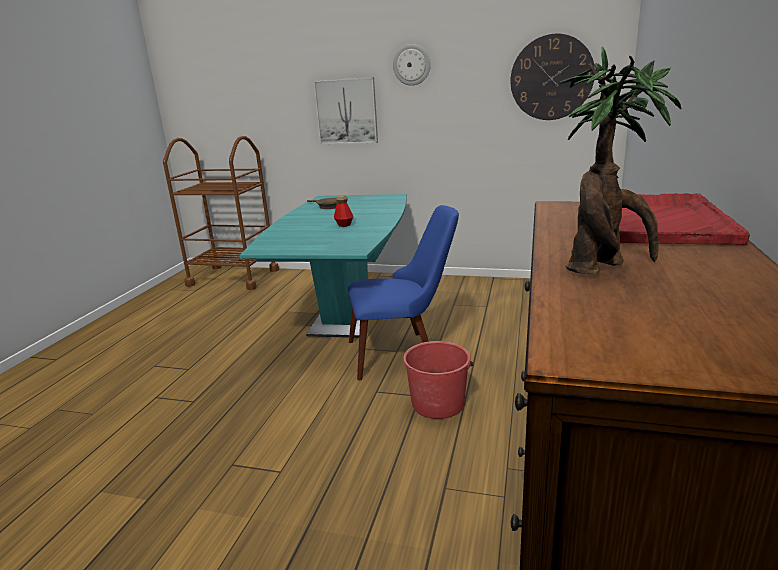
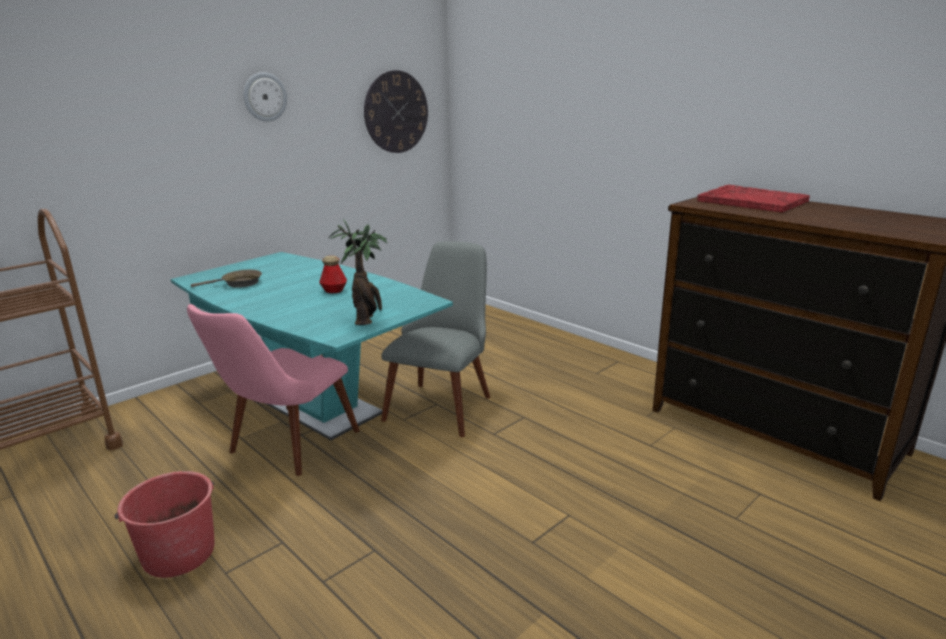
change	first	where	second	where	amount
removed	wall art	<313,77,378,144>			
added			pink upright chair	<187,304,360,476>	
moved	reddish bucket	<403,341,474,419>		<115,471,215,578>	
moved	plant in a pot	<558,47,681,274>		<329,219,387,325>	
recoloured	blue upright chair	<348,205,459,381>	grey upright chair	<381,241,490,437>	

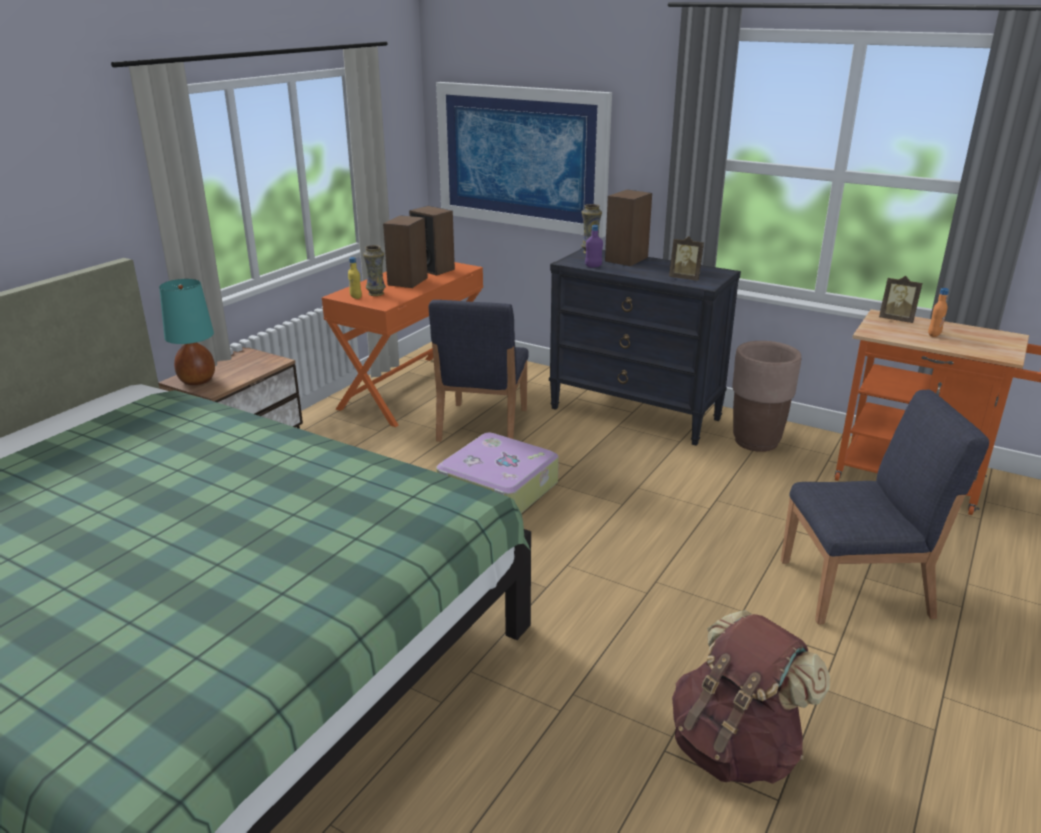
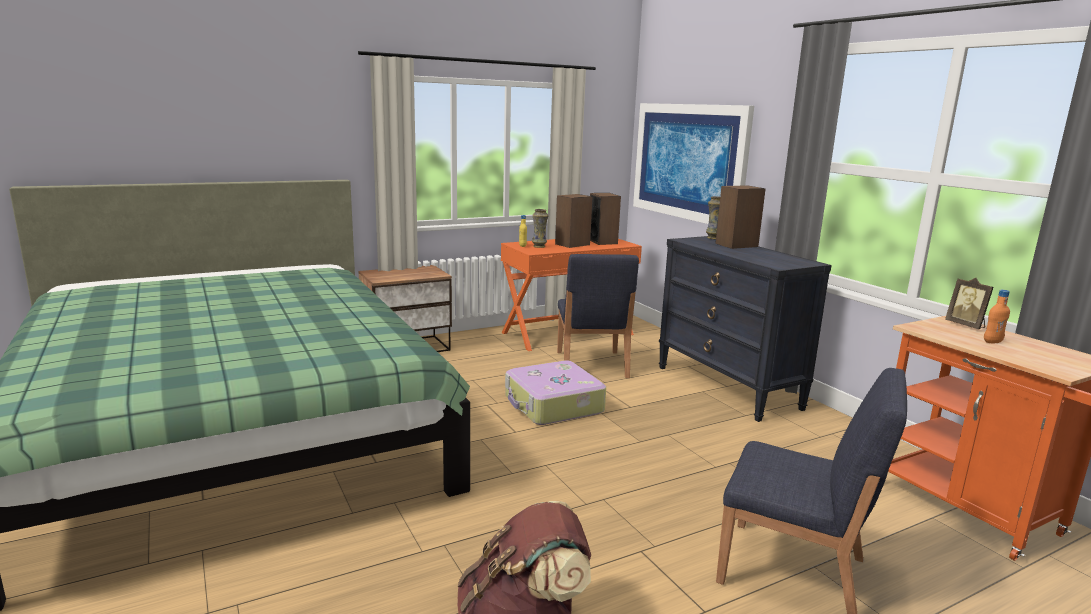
change	first	where	second	where	amount
removed	turquoise-coloured lamp for a table	<159,279,215,385>			
removed	purplish drink bottle	<585,225,603,267>			
removed	standing frame	<669,236,704,281>			
removed	brown-coloured plant pot	<732,341,801,452>			
turned	blue upright chair	<429,300,529,442>		<557,254,639,378>	45 degrees counterclockwise

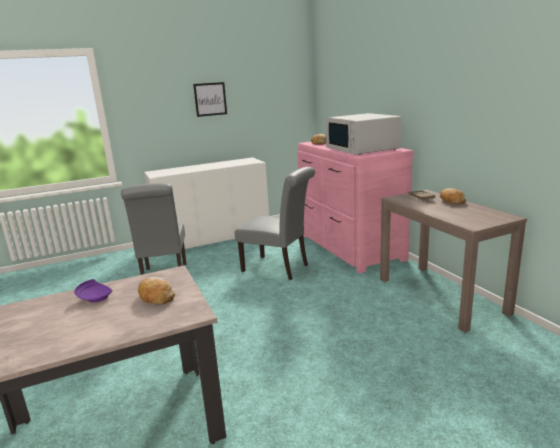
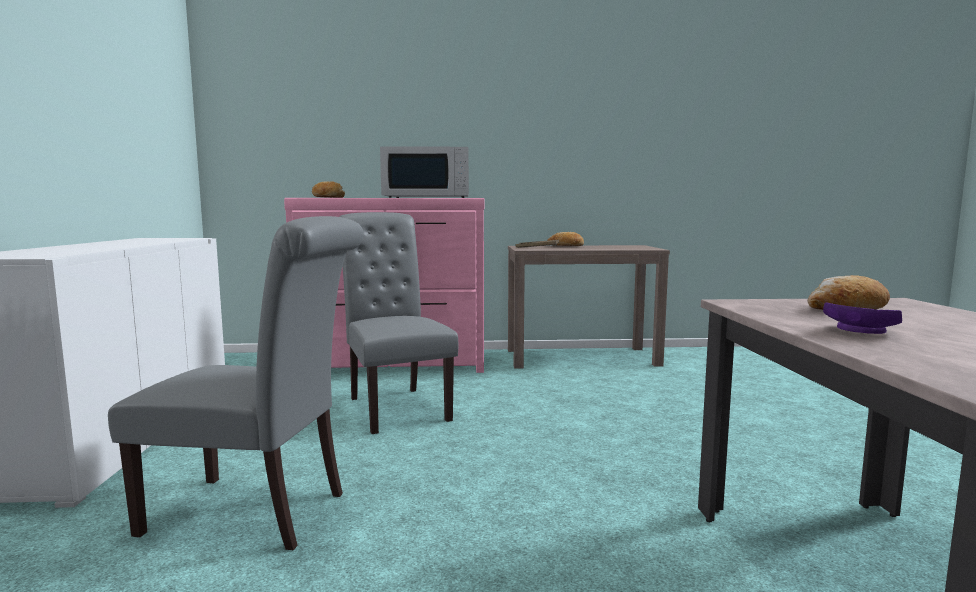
change	first	where	second	where	amount
removed	wall art	<193,82,227,117>			
turned	grey upright chair	<235,167,315,280>		<339,212,458,434>	75 degrees counterclockwise

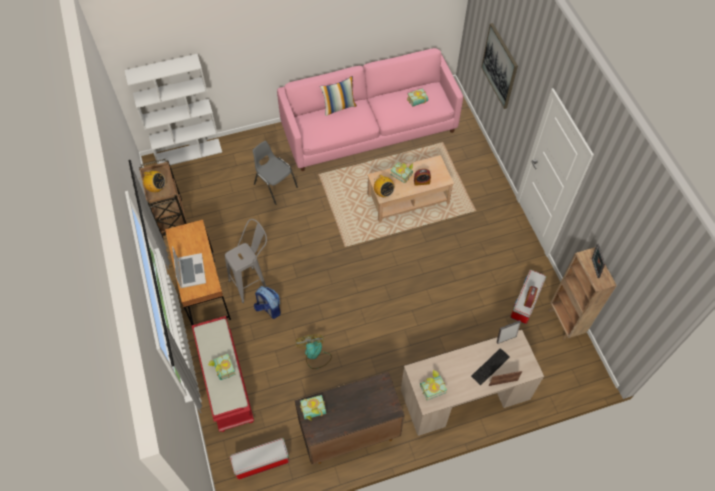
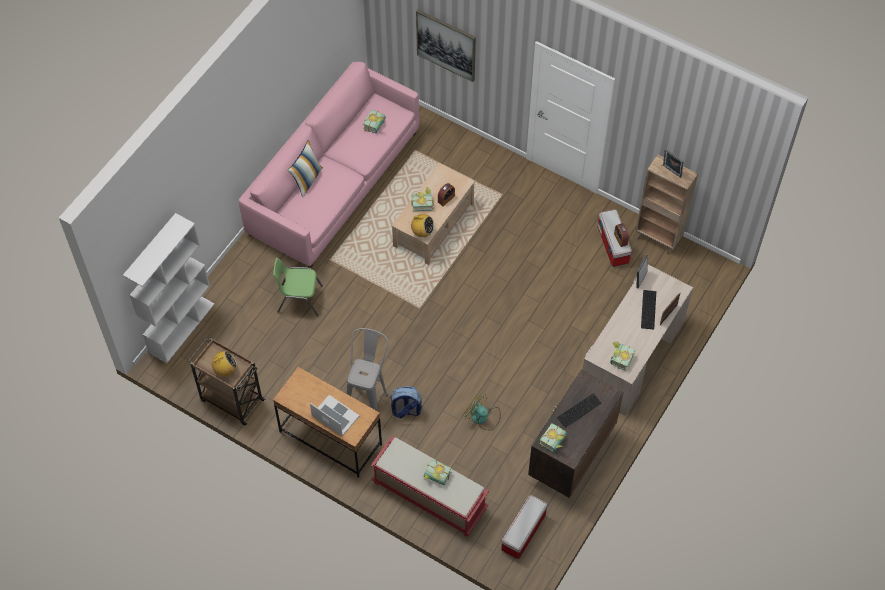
change	first	where	second	where	amount
added			keyboard	<557,394,602,428>	
recoloured	grey upright chair	<253,141,298,205>	green upright chair	<273,258,323,316>	

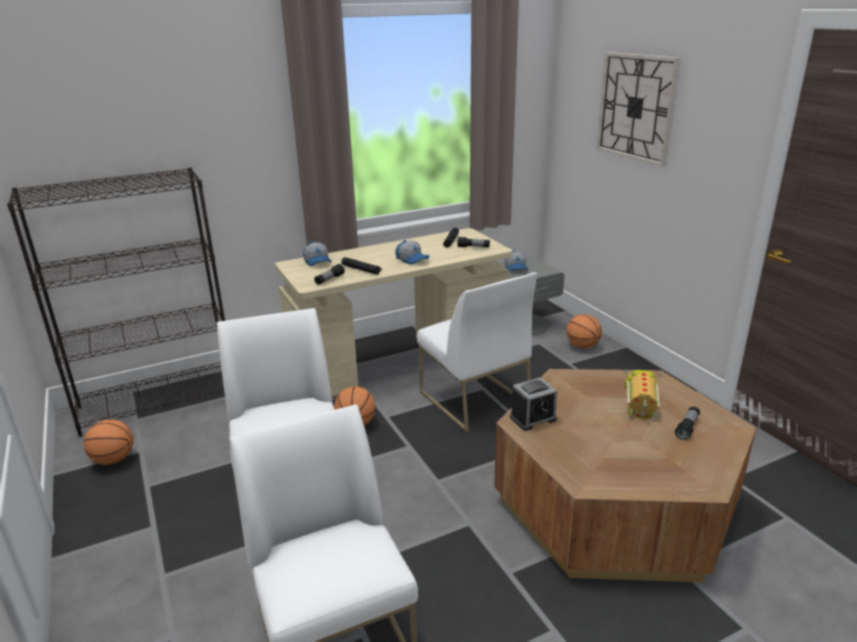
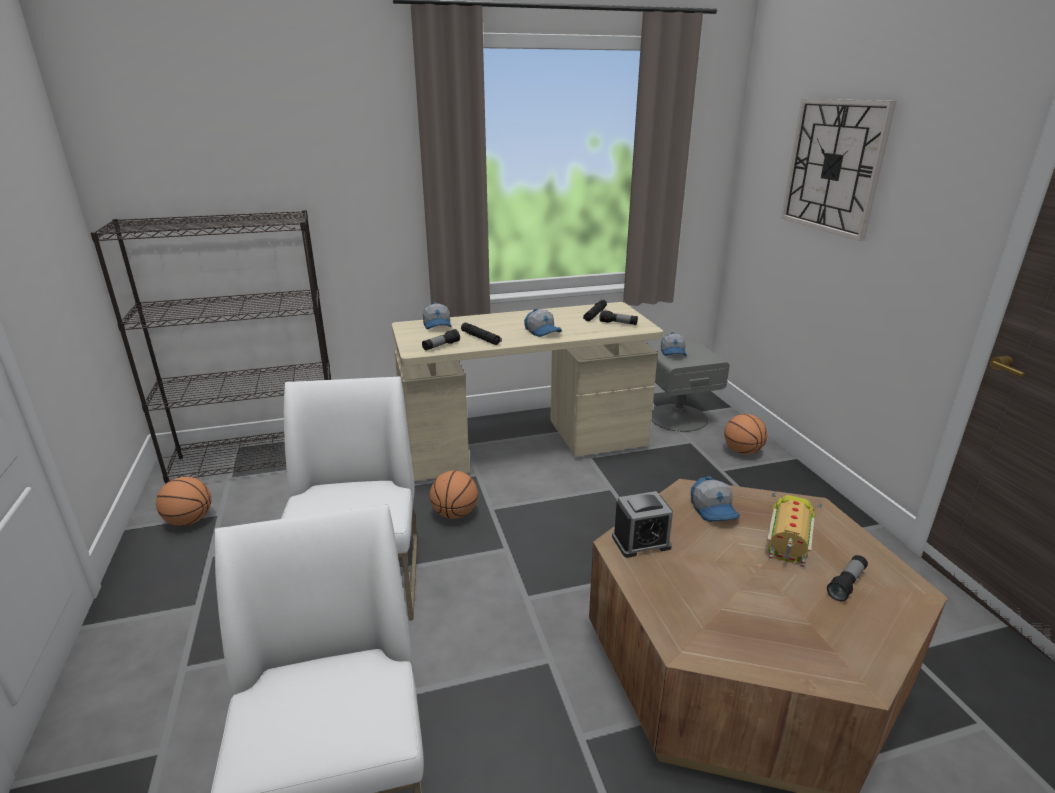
change	first	where	second	where	amount
removed	white-coloured upright chair	<417,272,537,433>			
added			peaked cap	<691,476,740,522>	

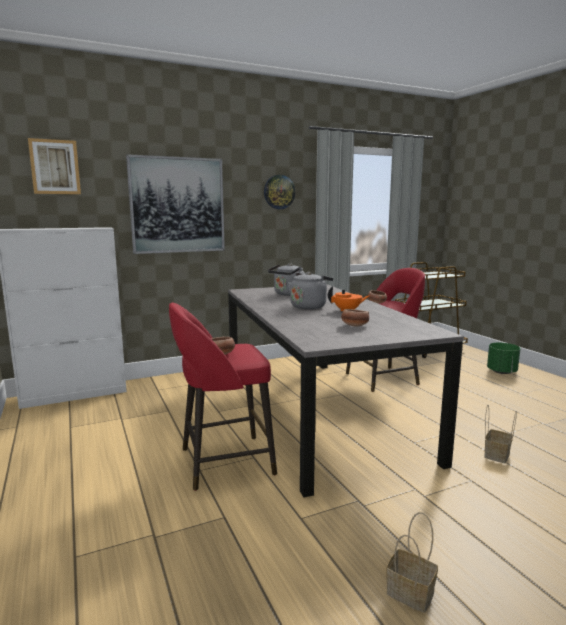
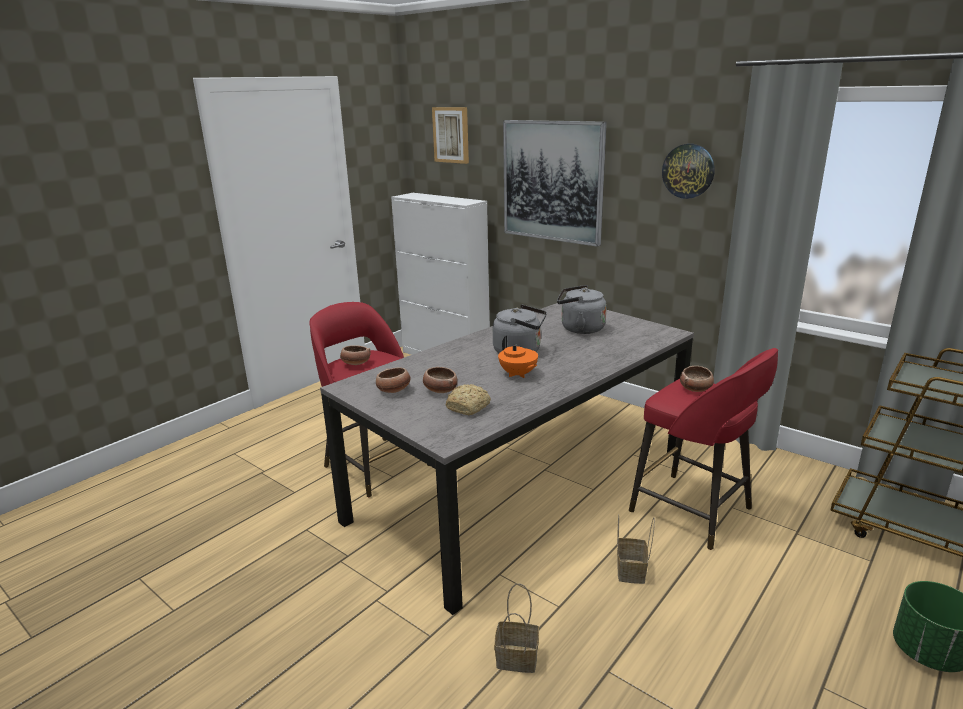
change	first	where	second	where	amount
added			serving bowl	<376,367,410,393>	
added			bread	<446,384,491,415>	
moved	basket	<386,512,438,613>		<617,514,655,584>	

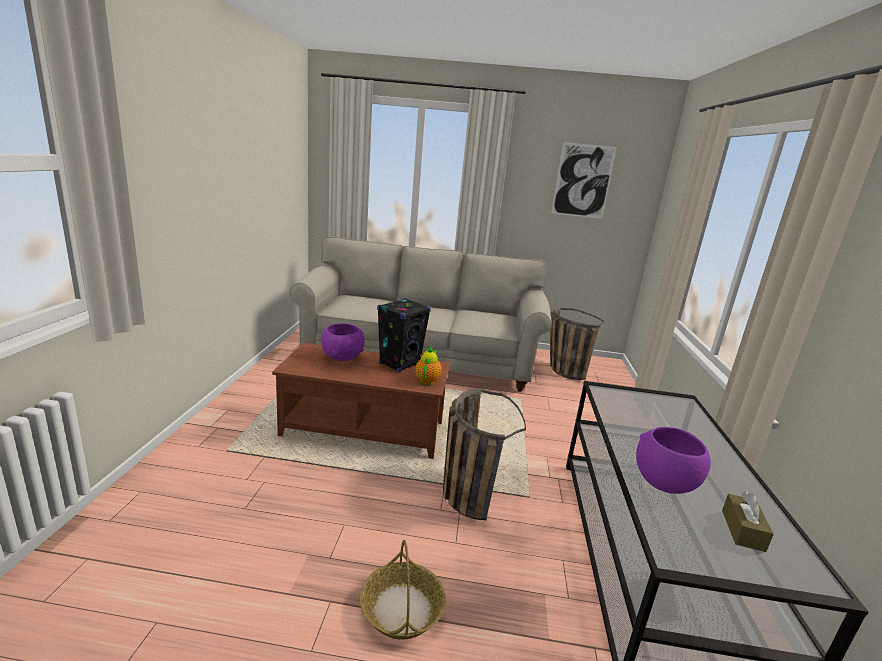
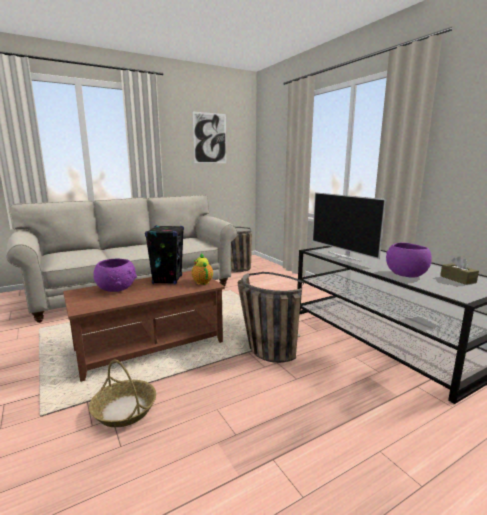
change	first	where	second	where	amount
added			TV set	<312,192,386,262>	
moved	basket	<360,540,446,640>		<89,360,156,427>	

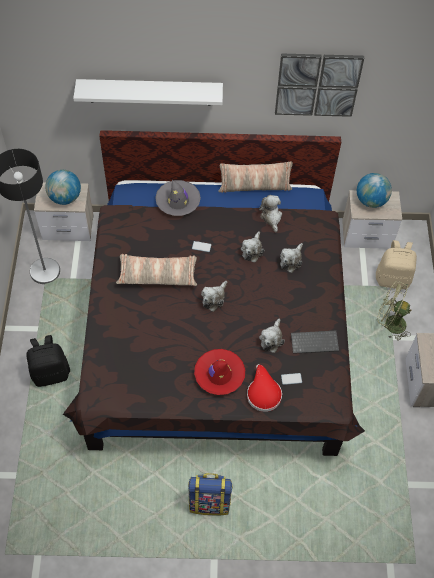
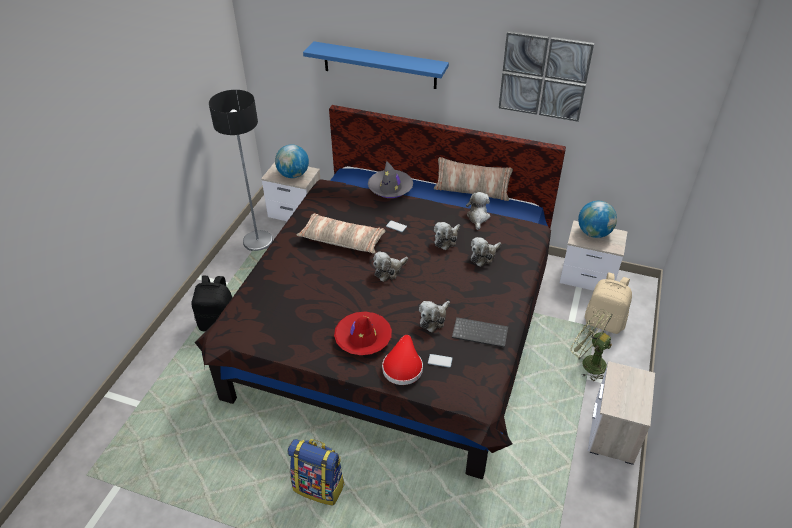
change	first	where	second	where	amount
recoloured	white-coloured shelf	<73,79,223,106>	blue shelf	<303,41,449,89>	

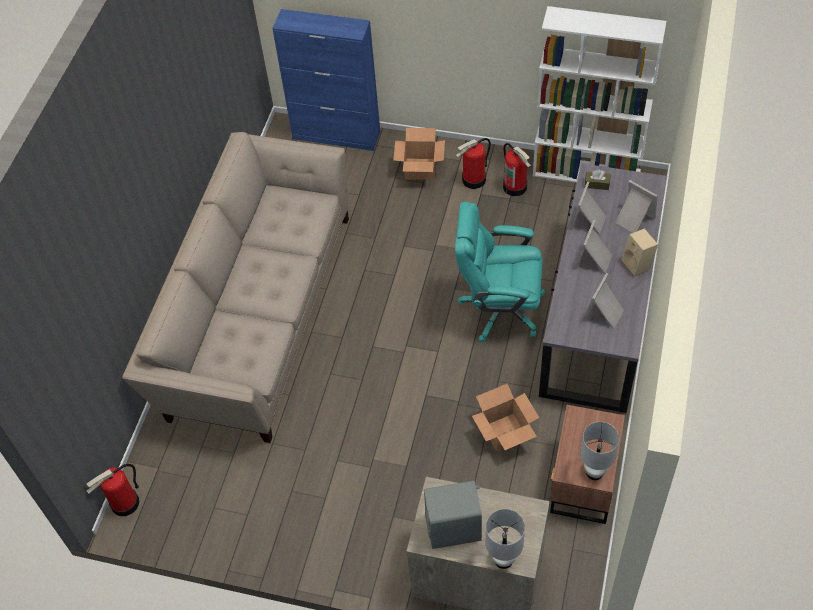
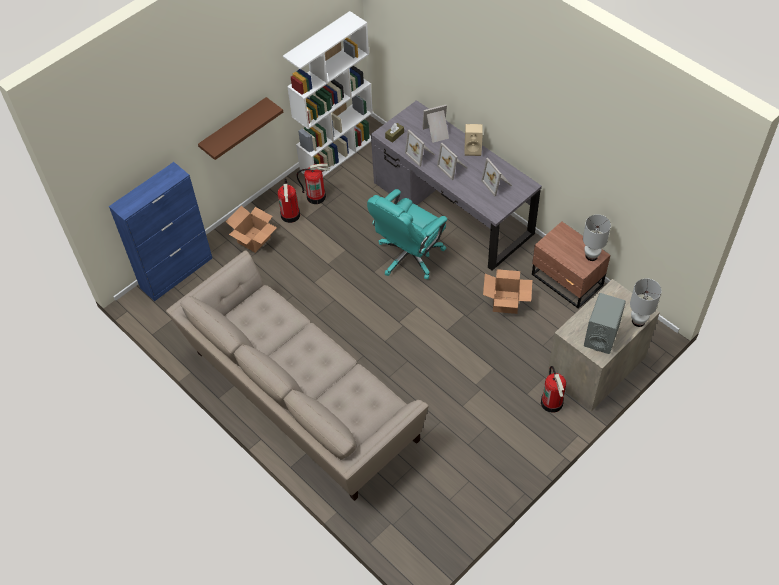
change	first	where	second	where	amount
added			brown-coloured shelf	<198,97,283,160>	
moved	fire extinguisher	<87,464,139,516>		<541,366,566,413>	

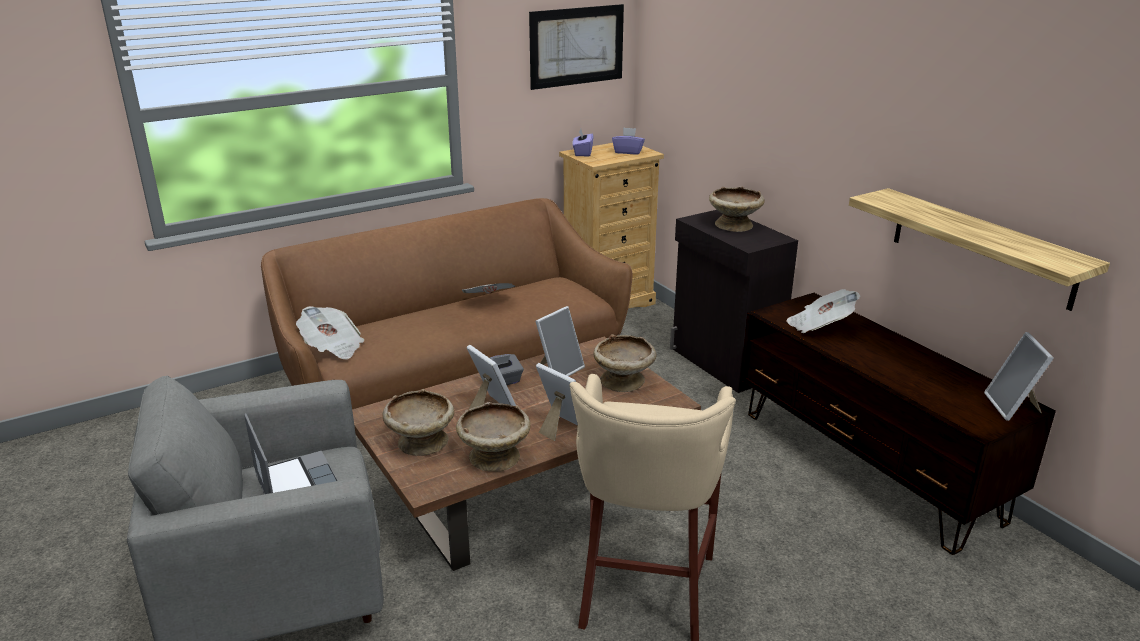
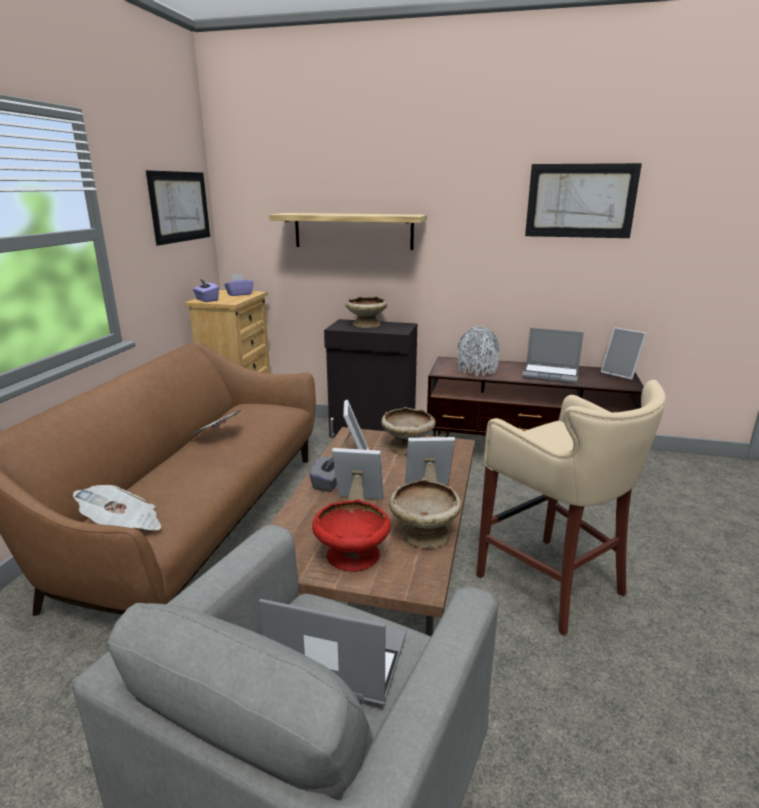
change	first	where	second	where	amount
added			portable computer	<522,328,584,384>	
added			wall art	<525,163,642,238>	
moved	shelf	<849,188,1110,311>		<269,213,427,250>	
replaced	daily paper	<787,289,861,333>	grey decorative vase	<458,326,499,375>	
recoloured	sand-coloured serving bowl	<383,389,454,456>	reddish serving bowl	<312,499,390,572>	

